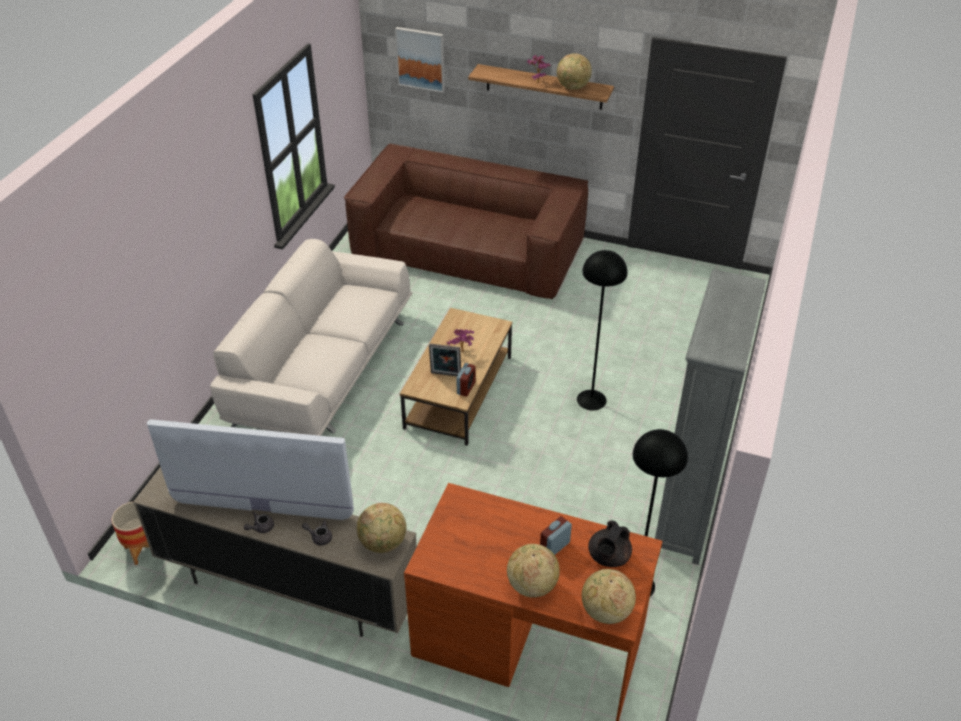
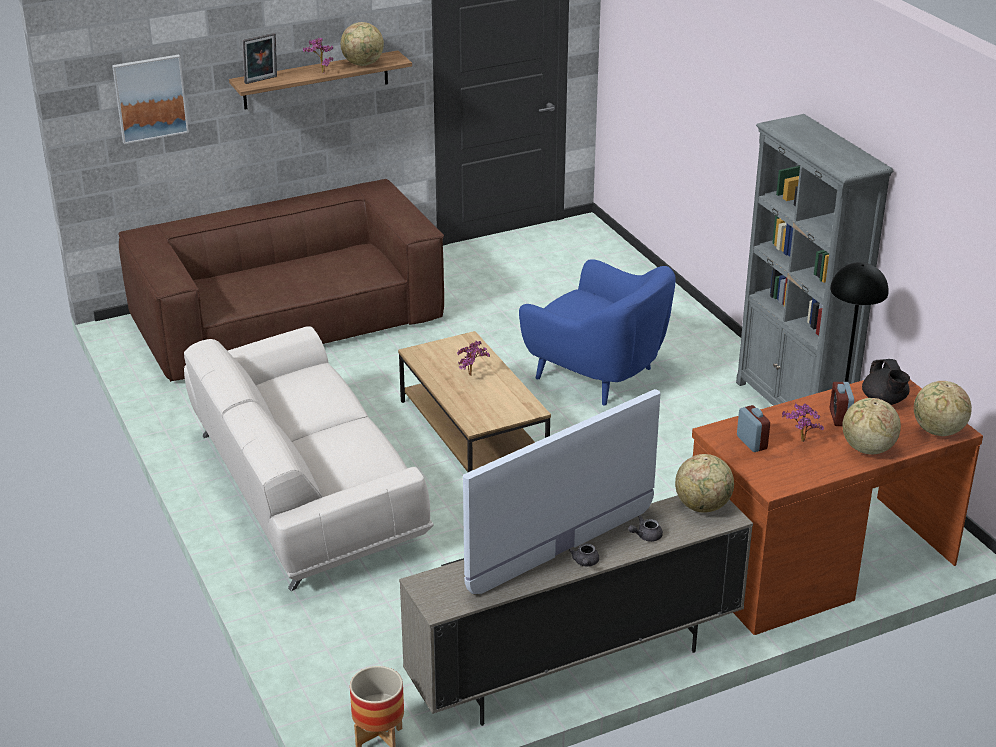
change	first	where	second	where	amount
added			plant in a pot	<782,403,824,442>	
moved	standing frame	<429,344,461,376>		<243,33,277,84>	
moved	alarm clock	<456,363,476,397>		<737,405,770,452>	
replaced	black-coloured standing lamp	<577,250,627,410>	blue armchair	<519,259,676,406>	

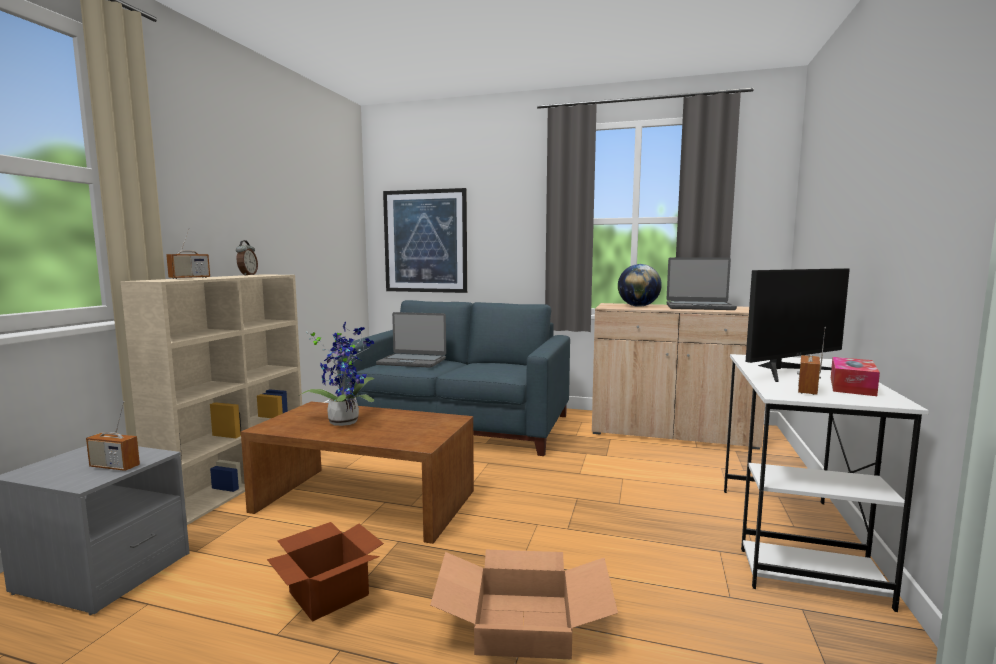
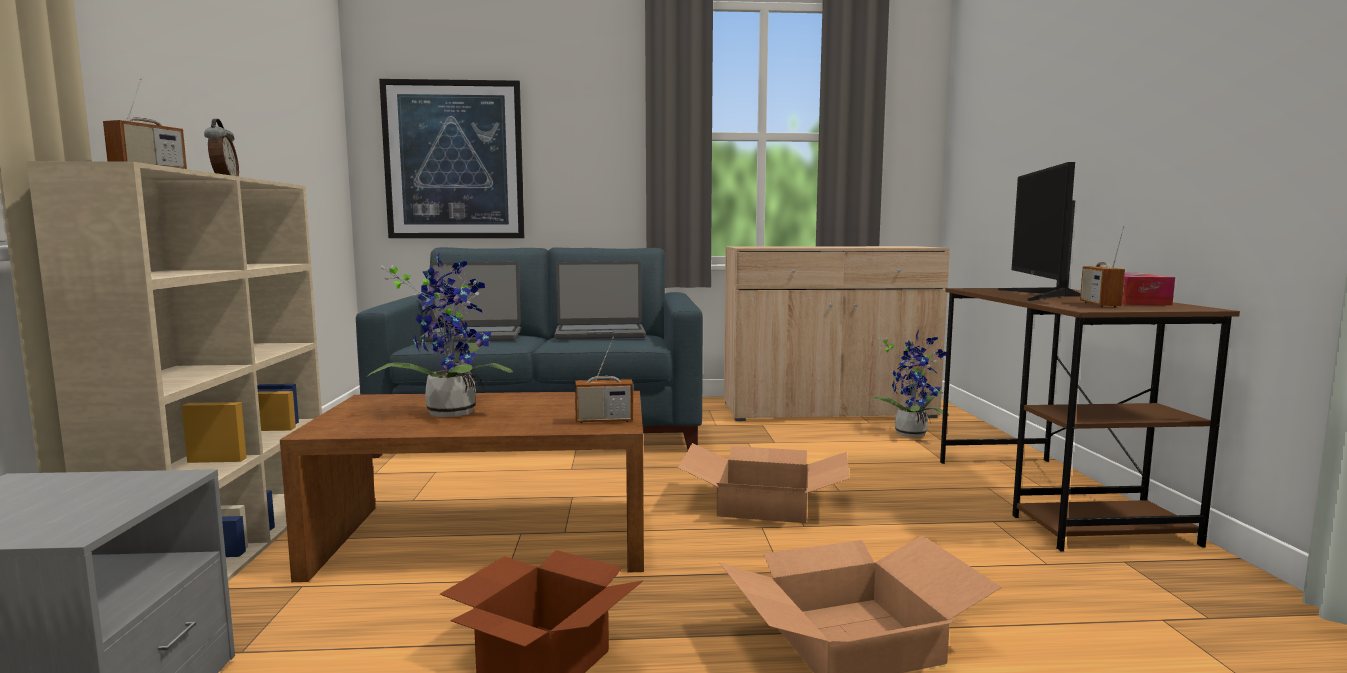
change	first	where	second	where	amount
removed	desk globe	<618,264,662,307>			
added			packing box	<677,443,850,523>	
added			plant in a pot	<865,330,949,437>	
moved	radio set	<86,401,140,471>		<575,337,633,423>	
moved	portable computer	<667,257,737,310>		<555,261,646,340>	
recoloured	white-coloured desk	<724,354,929,612>	brown-coloured desk	<940,288,1240,552>	
turned	computer display	<746,268,850,382>		<998,162,1080,301>	150 degrees clockwise

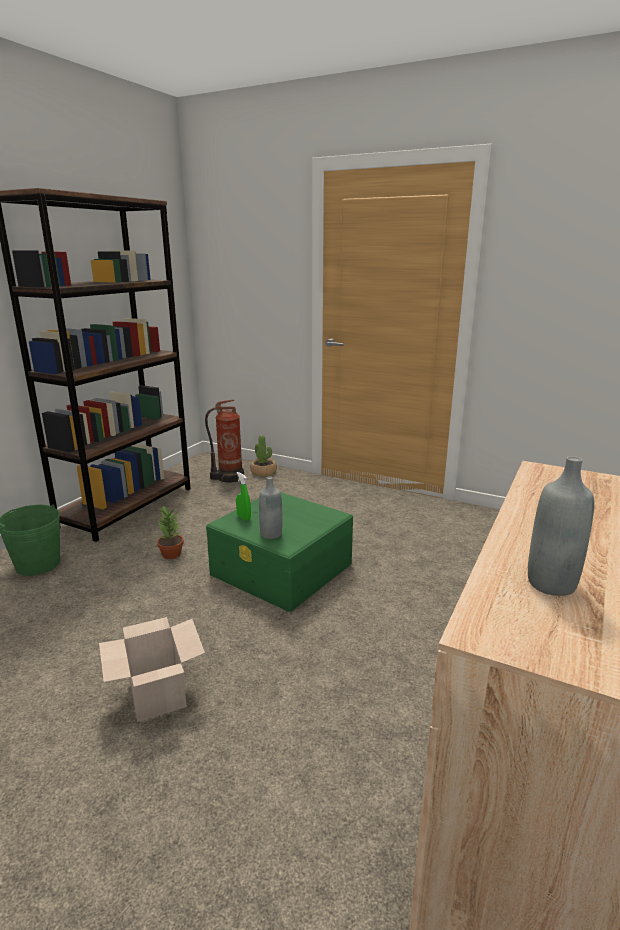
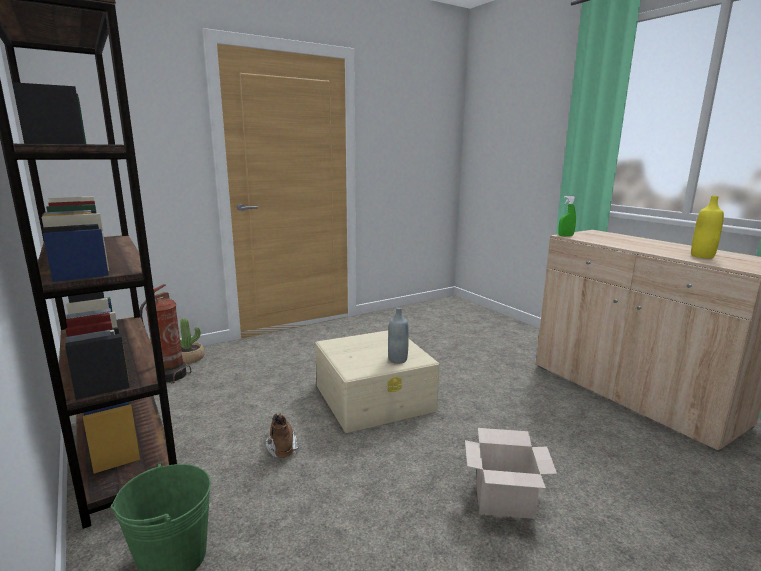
change	first	where	second	where	amount
moved	green hand sprayer	<236,472,251,521>		<558,196,576,236>	
replaced	plant in a pot	<157,506,184,559>	brown-coloured boot	<266,414,299,458>	
recoloured	green storage box	<206,492,354,612>	sand-coloured storage box	<315,330,440,433>	
recoloured	grey drink bottle	<528,456,594,596>	yellow-coloured drink bottle	<691,196,724,258>	

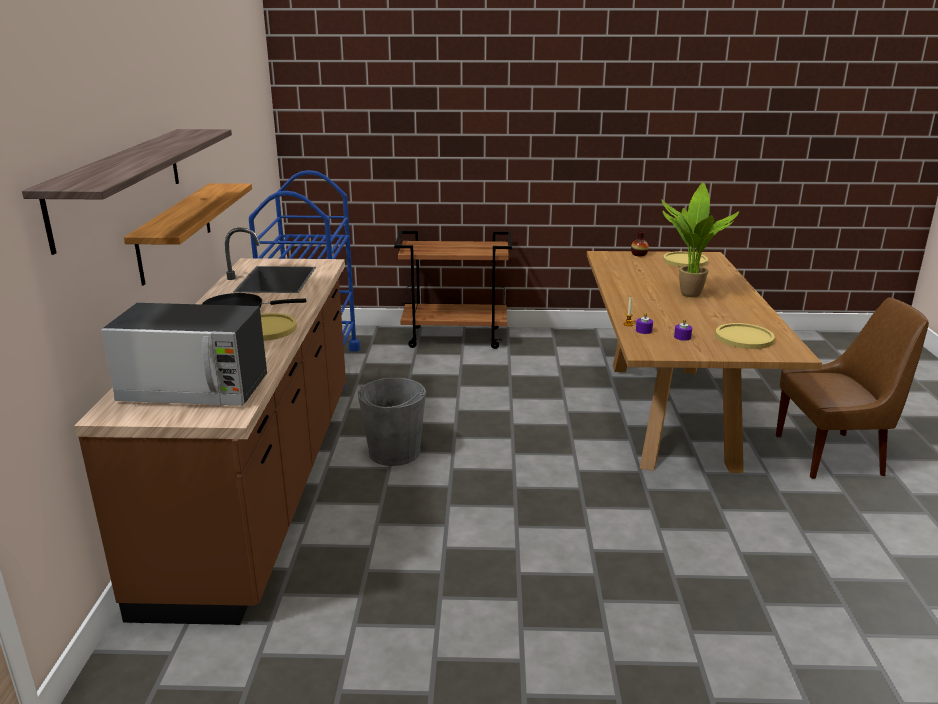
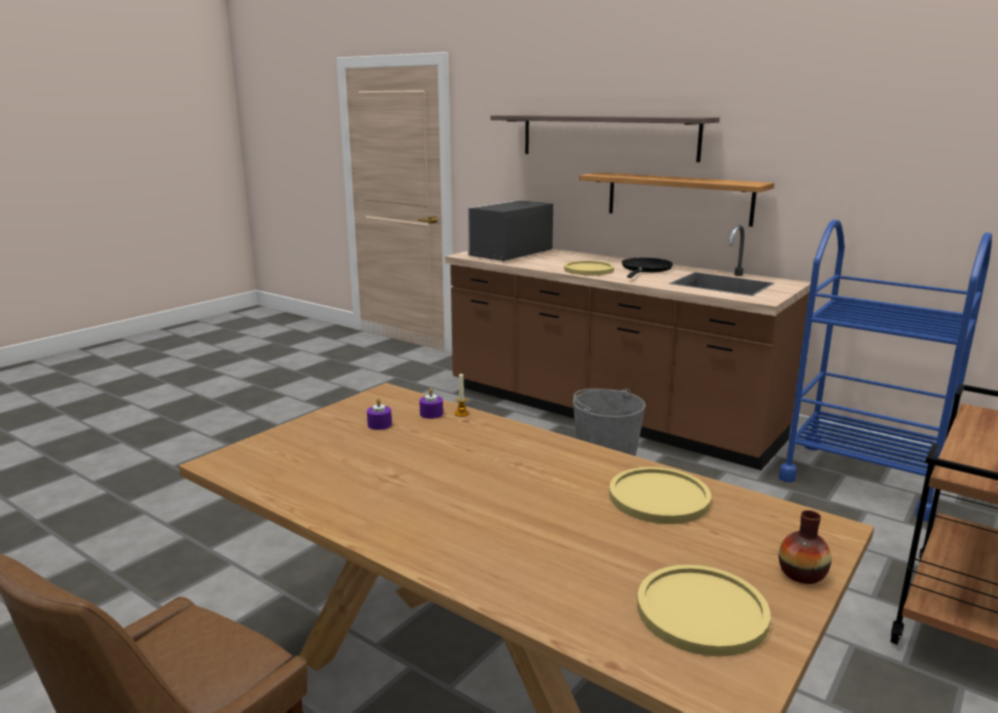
change	first	where	second	where	amount
removed	plant in a pot	<661,182,739,297>			
moved	yellow-coloured flat dish	<715,323,775,349>		<609,467,711,524>	

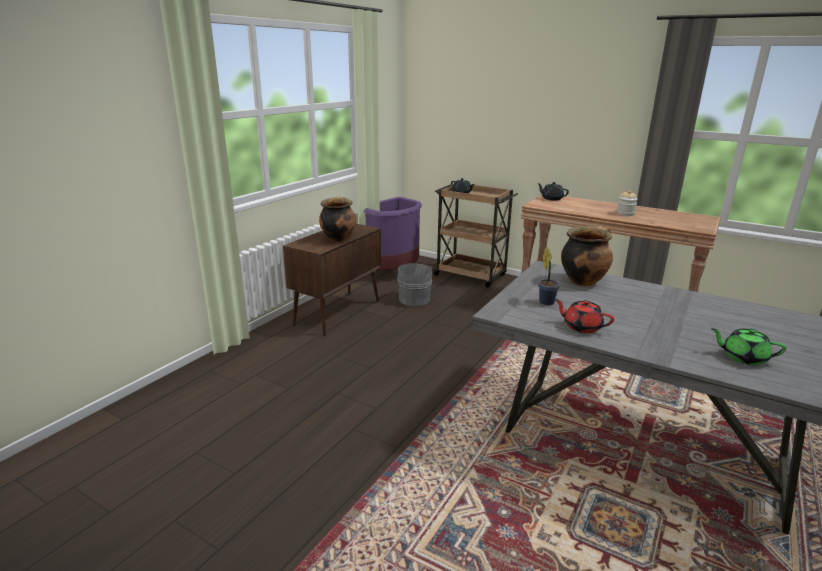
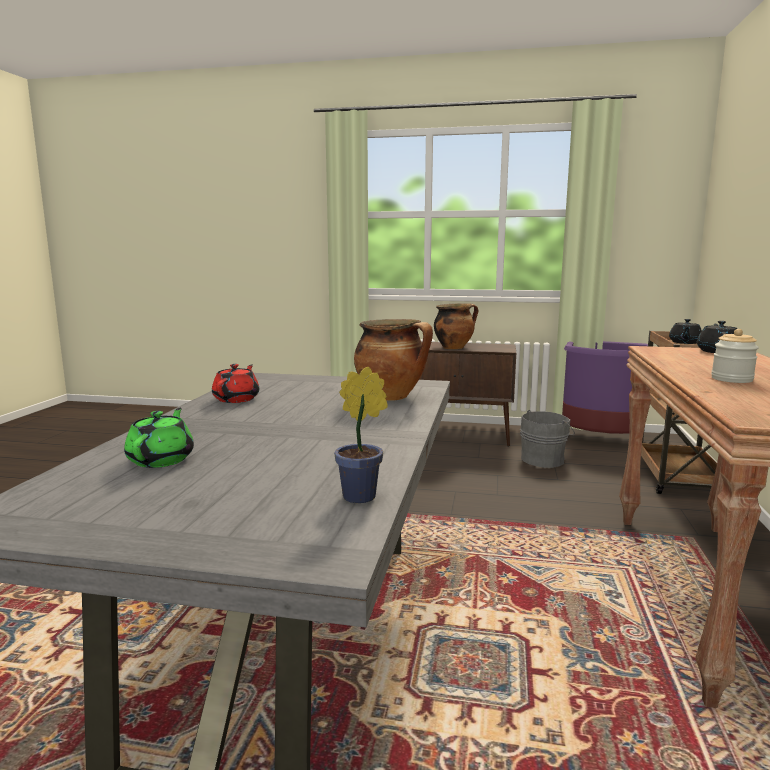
change	first	where	second	where	amount
moved	plant in a pot	<538,246,560,305>		<334,367,387,503>	

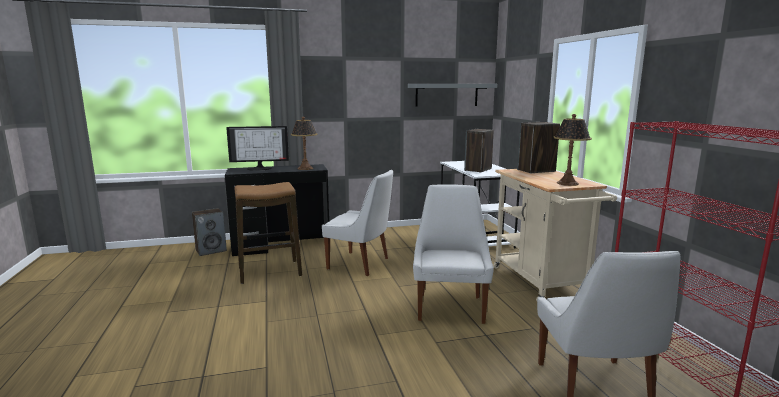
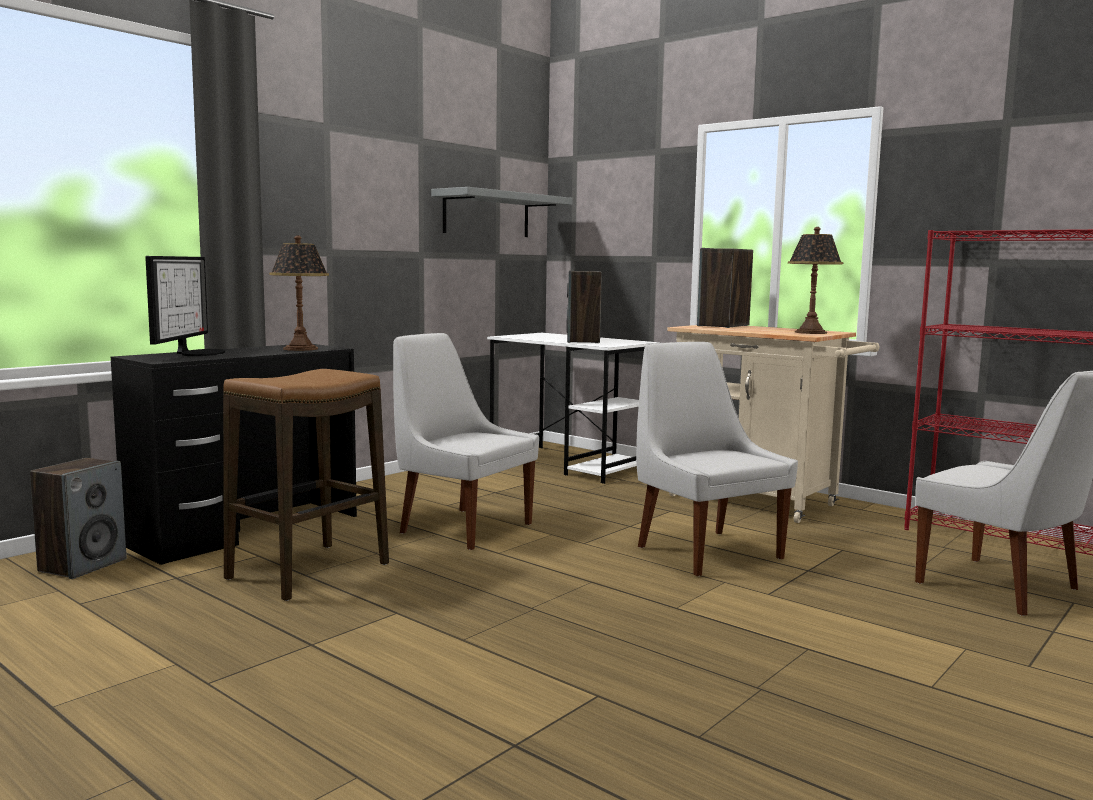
change	first	where	second	where	amount
turned	computer display	<226,126,289,171>		<145,256,225,356>	45 degrees counterclockwise
turned	white-coloured upright chair	<322,170,393,276>		<393,333,539,550>	135 degrees counterclockwise

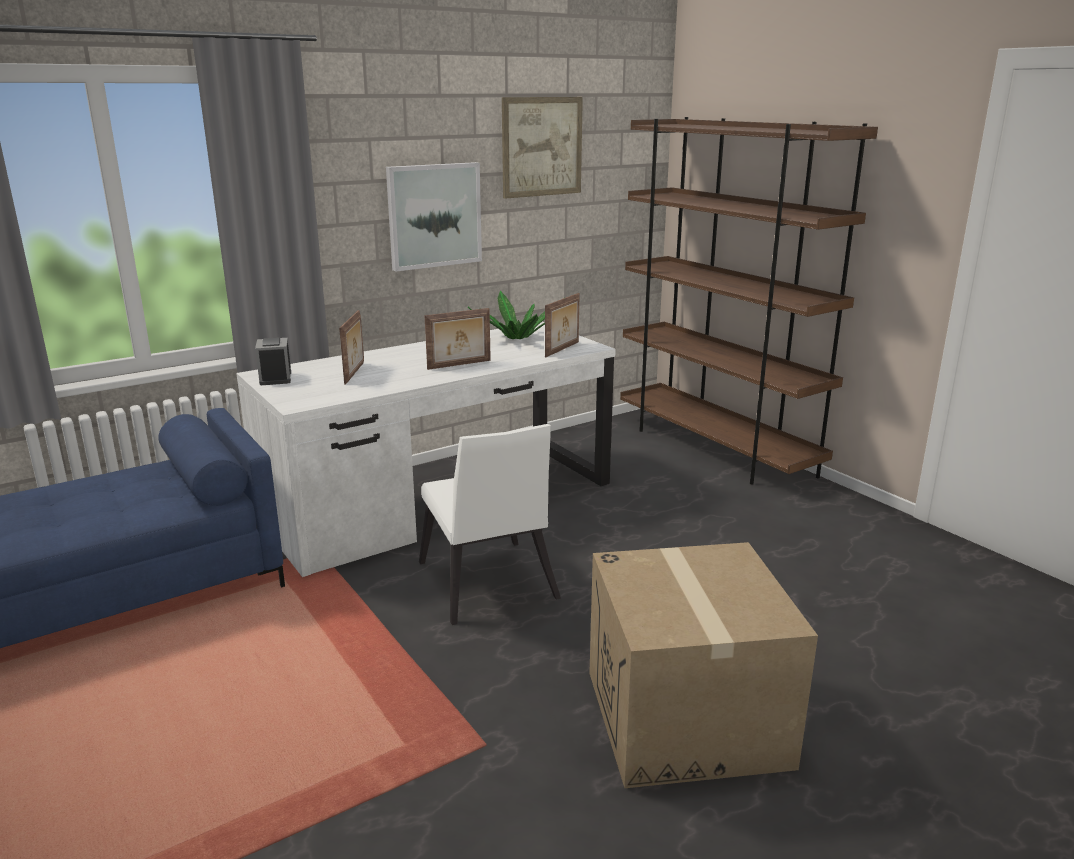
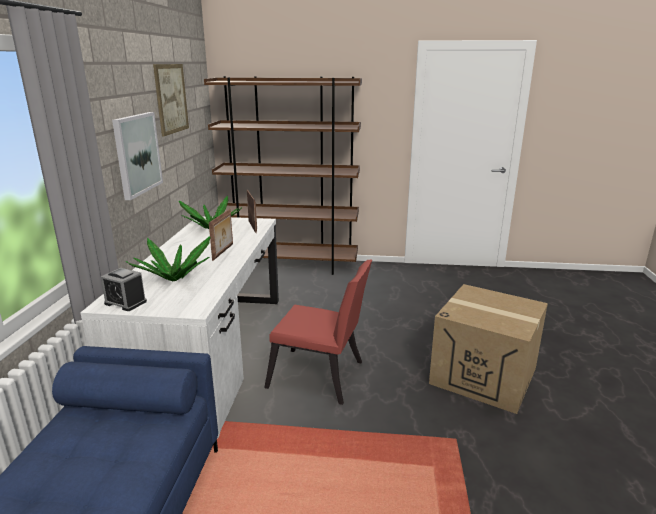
change	first	where	second	where	amount
replaced	standing frame	<339,310,364,385>	plant in a pot	<125,236,210,281>	
recoloured	white-coloured upright chair	<419,424,561,625>	reddish upright chair	<264,260,372,405>	

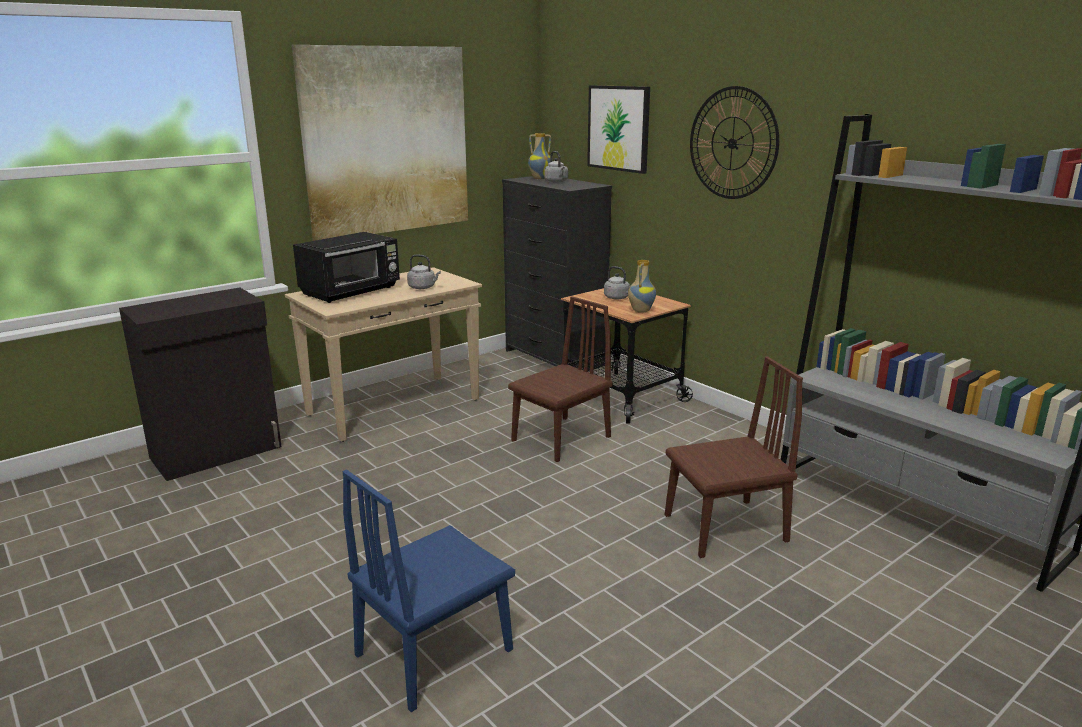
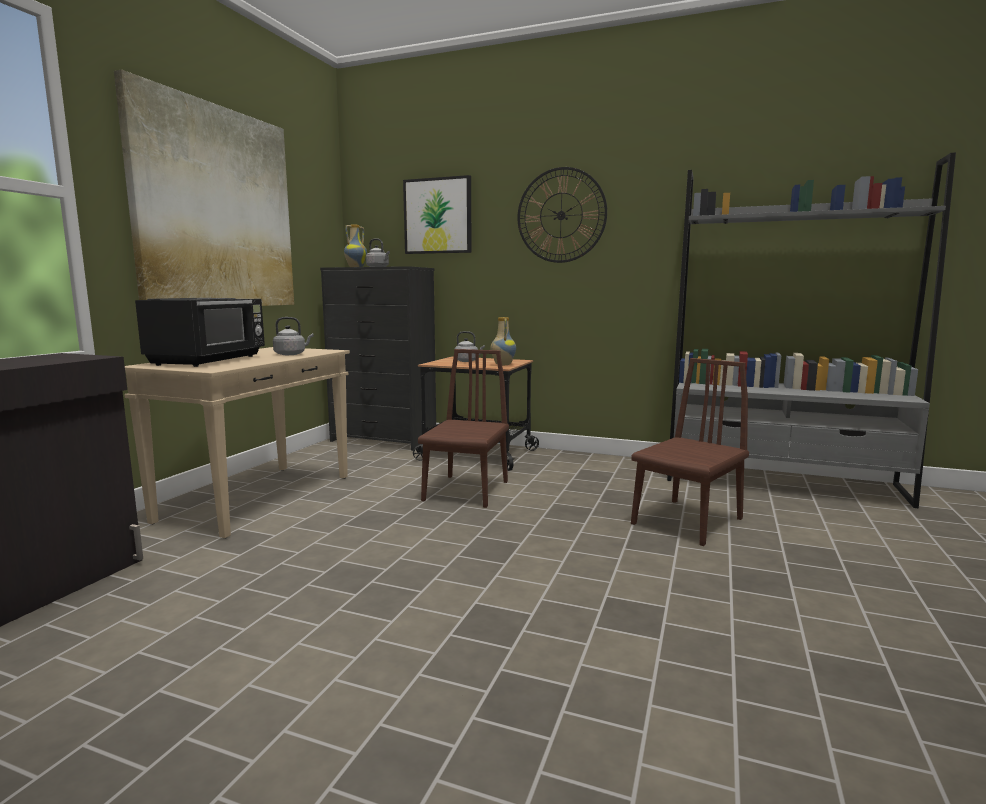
change	first	where	second	where	amount
removed	blue upright chair	<343,470,515,712>			

